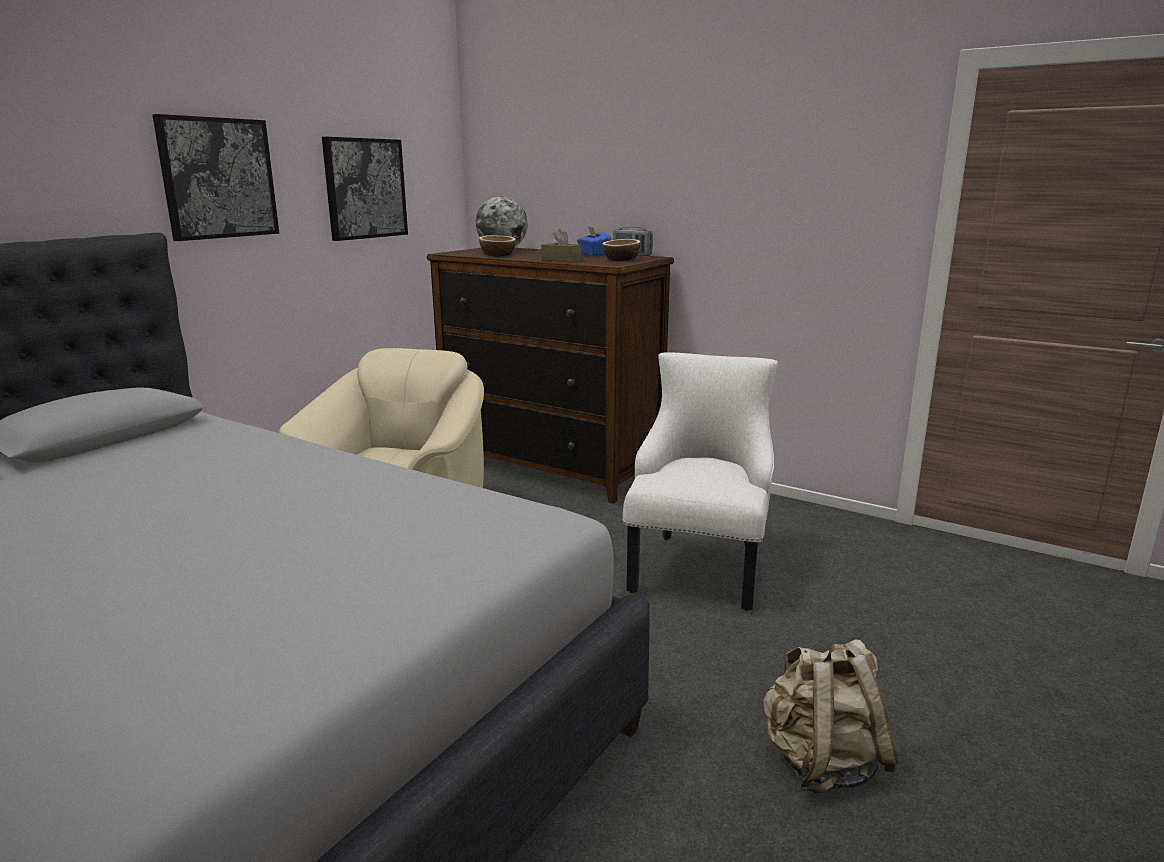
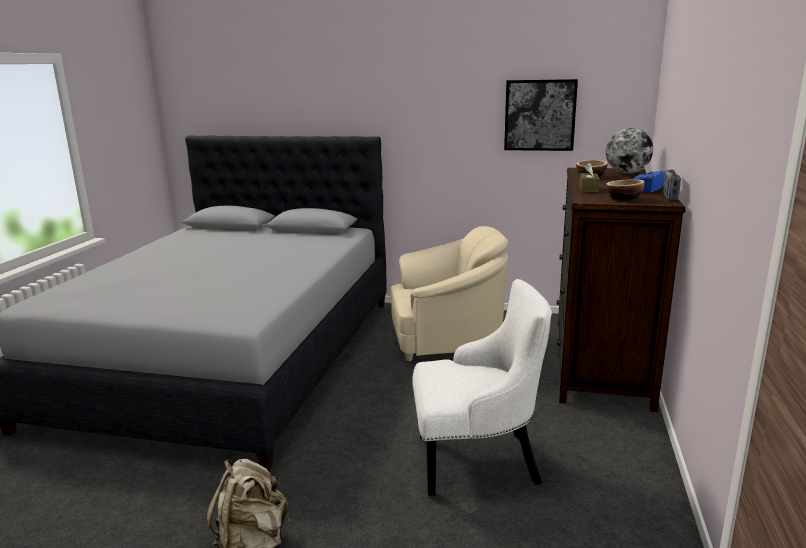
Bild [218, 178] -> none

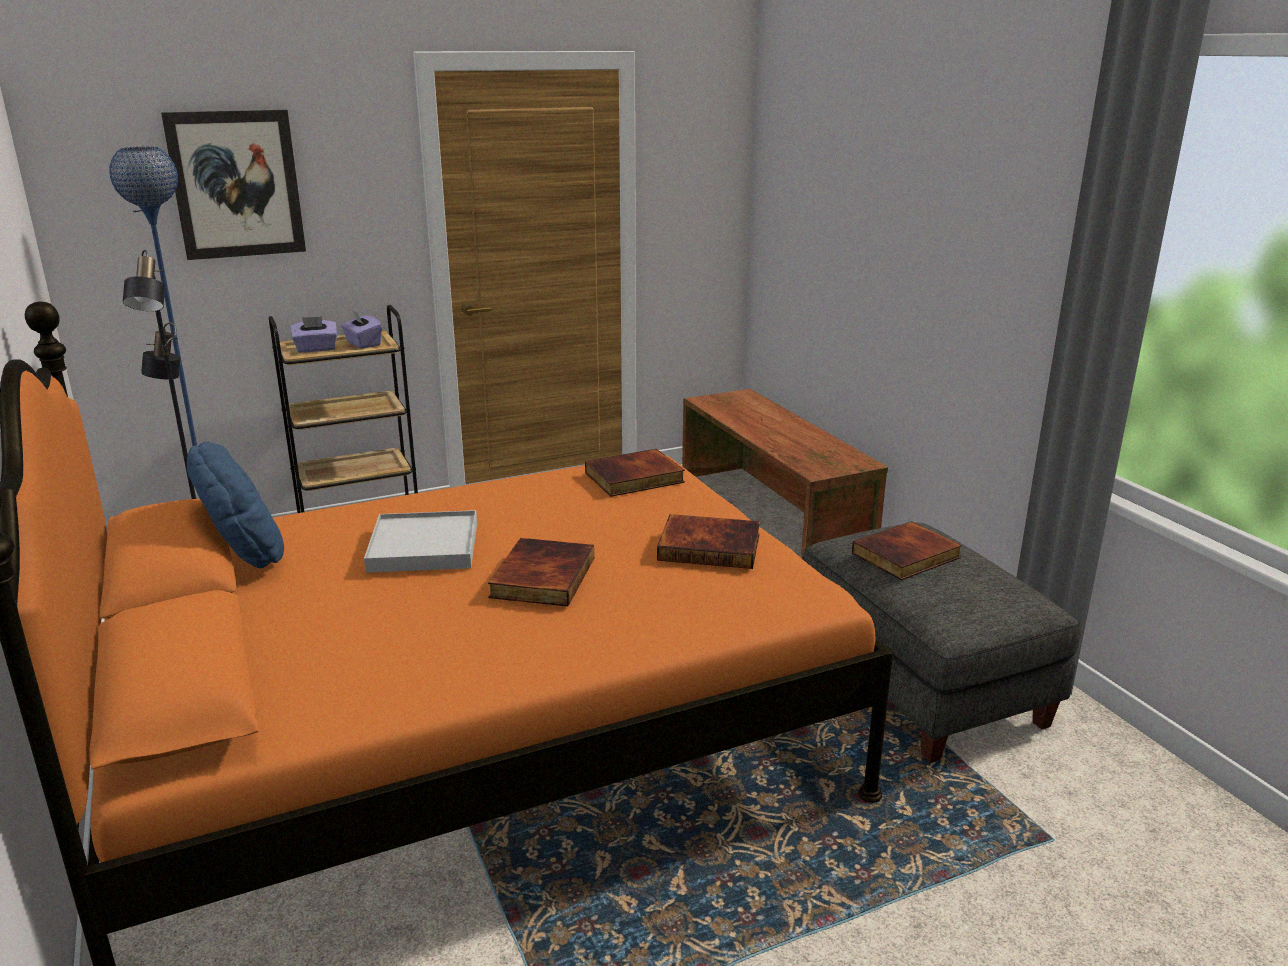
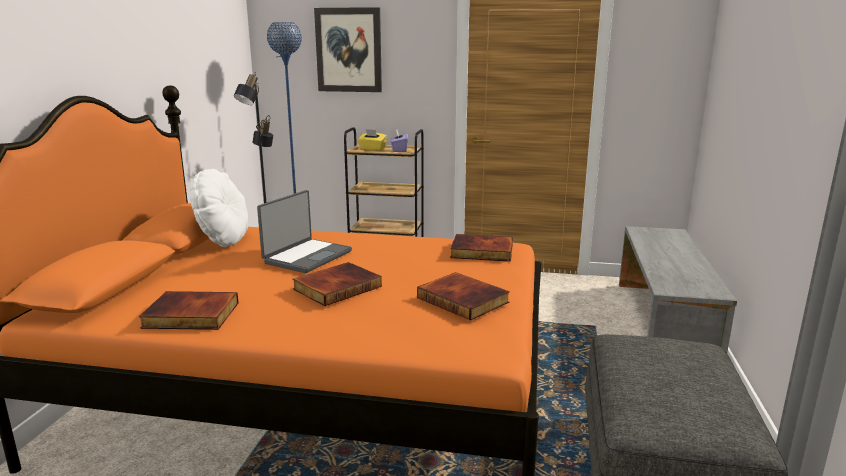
Buch [906, 556] -> Buch [190, 316], shifted
Kissen/blau [245, 560] -> Kissen/weiß [224, 242]
Tablett/weiß [423, 547] -> Laptop [307, 257]
Taschentuchbox/lila [316, 349] -> Taschentuchbox/gelb [372, 149]
Bank/braun [774, 514] -> Bank/grau [664, 325]

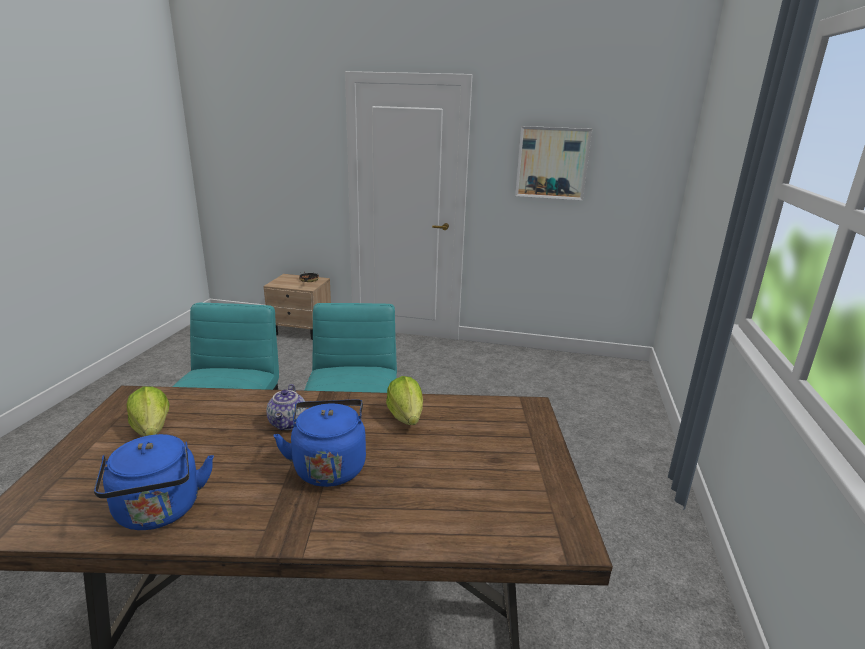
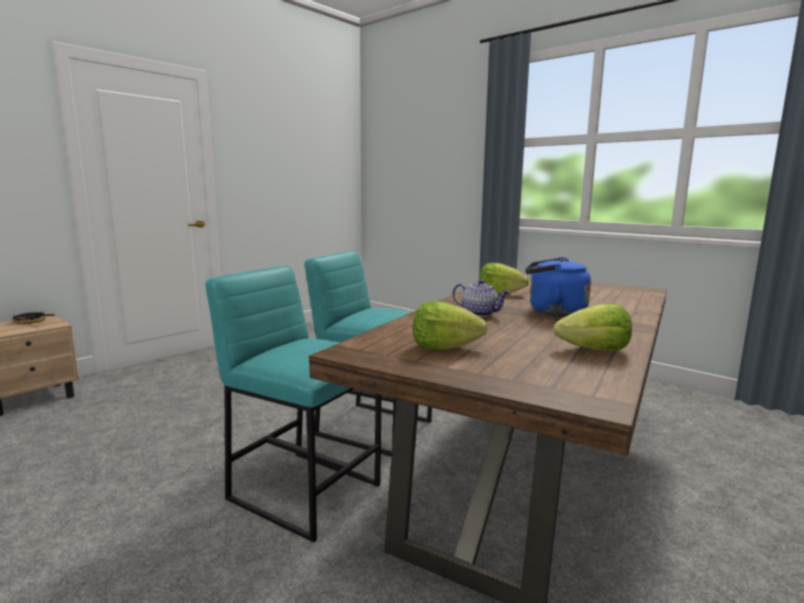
Wasserkessel/blau [159, 512] -> Salatkopf [594, 350]
Bild [552, 163] -> none

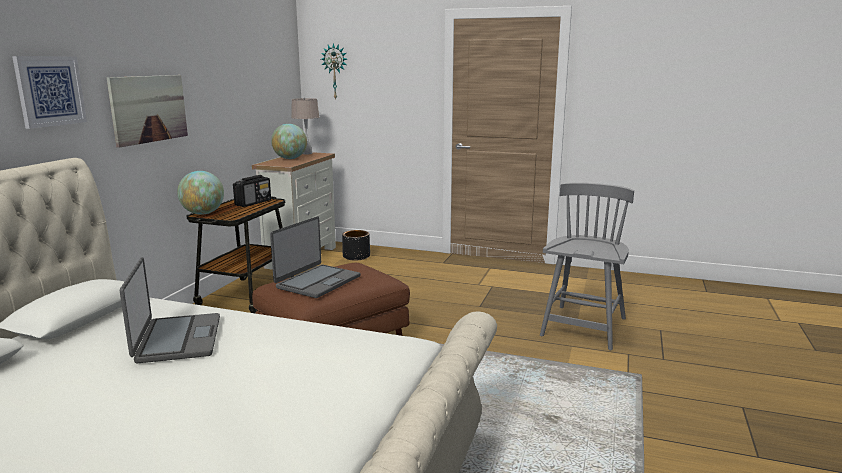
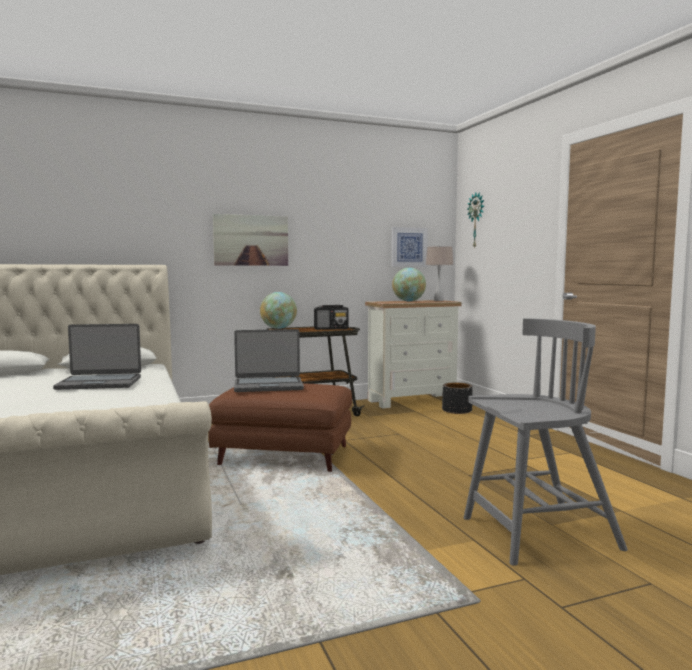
Laptop [177, 339] -> Laptop [99, 383], 45 degrees clockwise
Bild [50, 91] -> Bild [408, 247], shifted

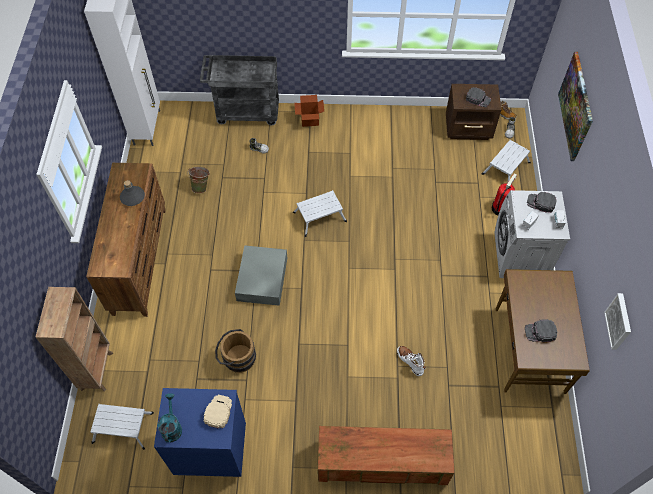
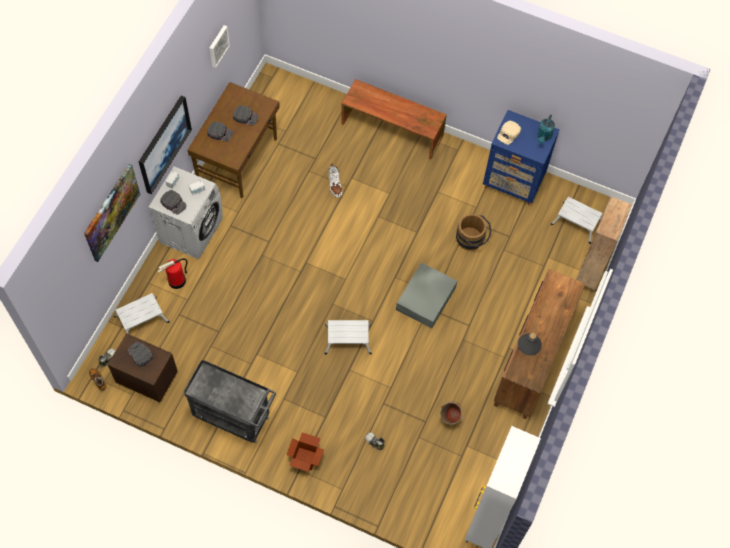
none -> Bild [163, 144]
Rollwagen/schwarz [245, 115] -> Rollwagen/schwarz [235, 419], shifted
none -> Kappe/schwarz [220, 133]

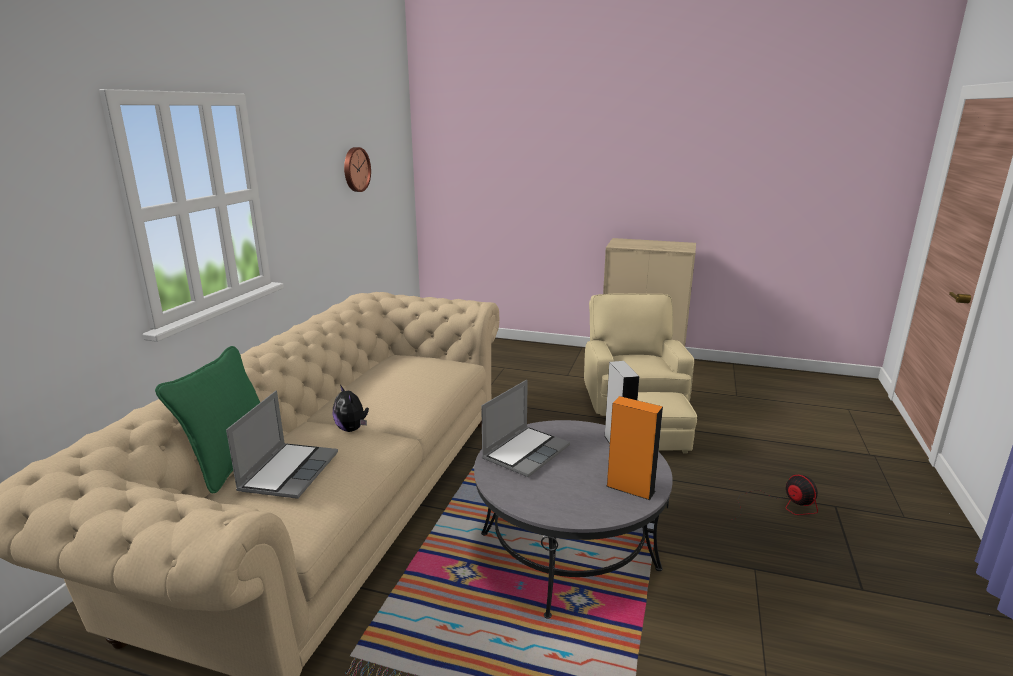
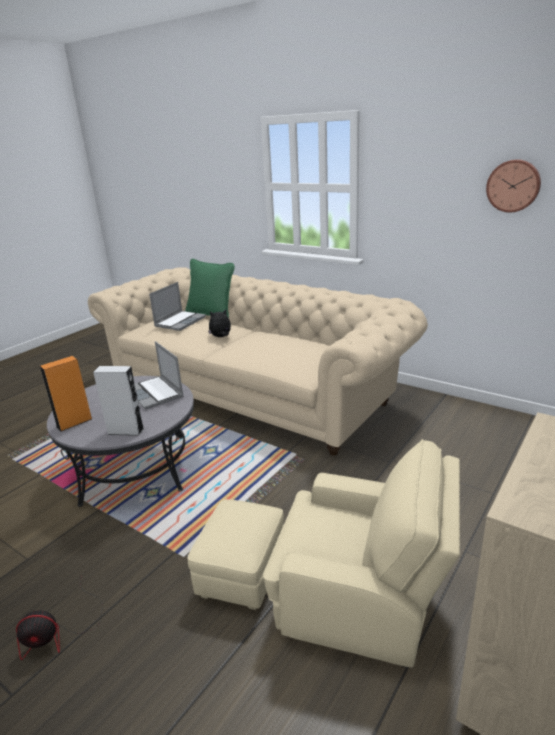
Laptop [289, 471] -> Laptop [180, 321], 90 degrees counterclockwise

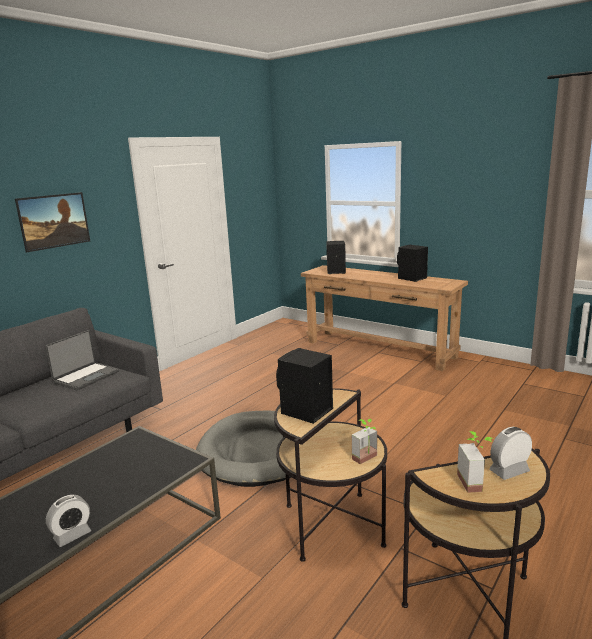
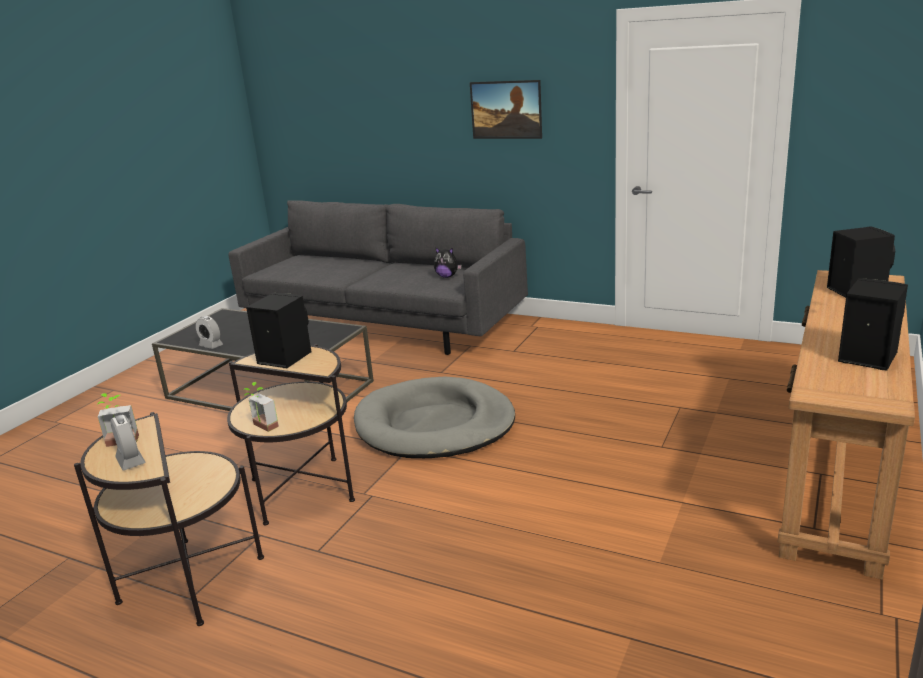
Laptop [85, 377] -> Plüschtier [447, 276]

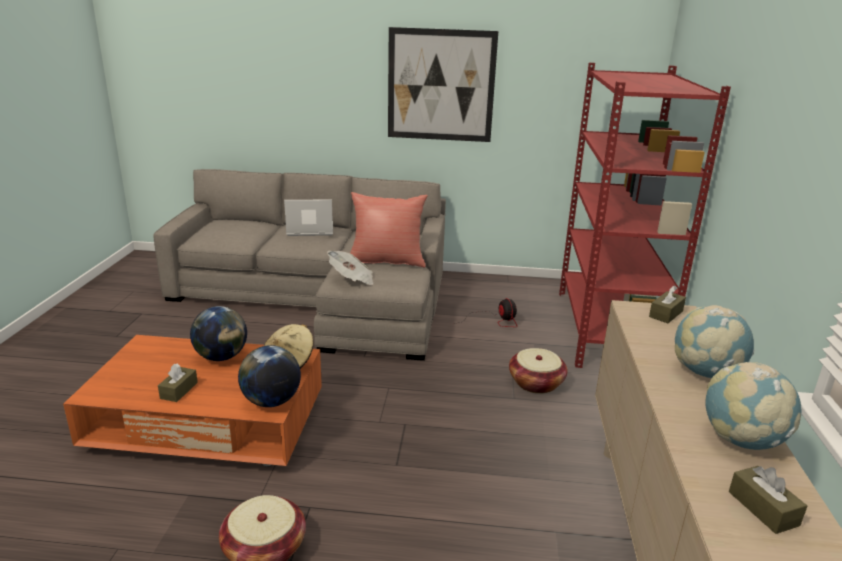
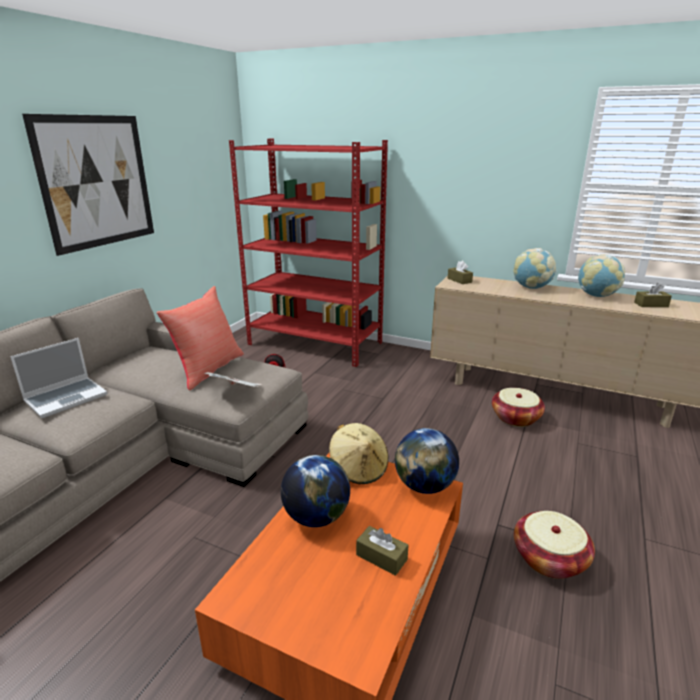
Laptop [309, 230] -> Laptop [67, 397], 150 degrees counterclockwise
Korb [536, 383] -> Korb [515, 418], shifted

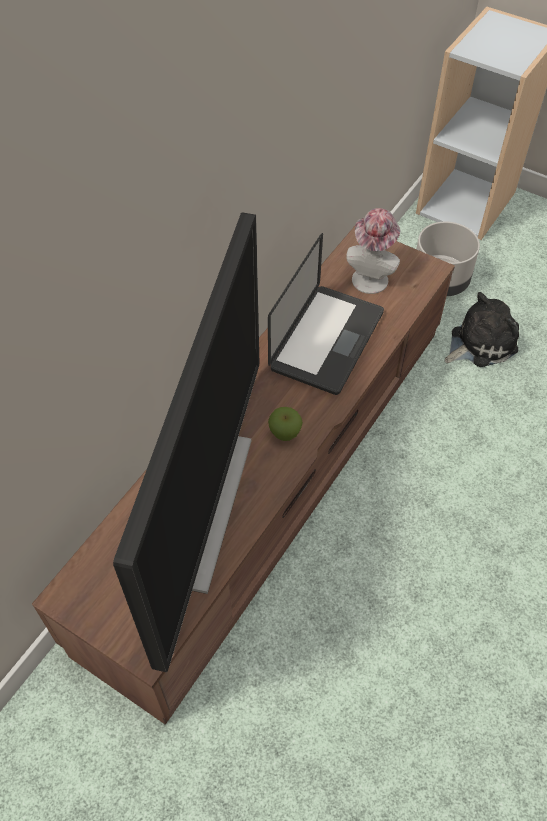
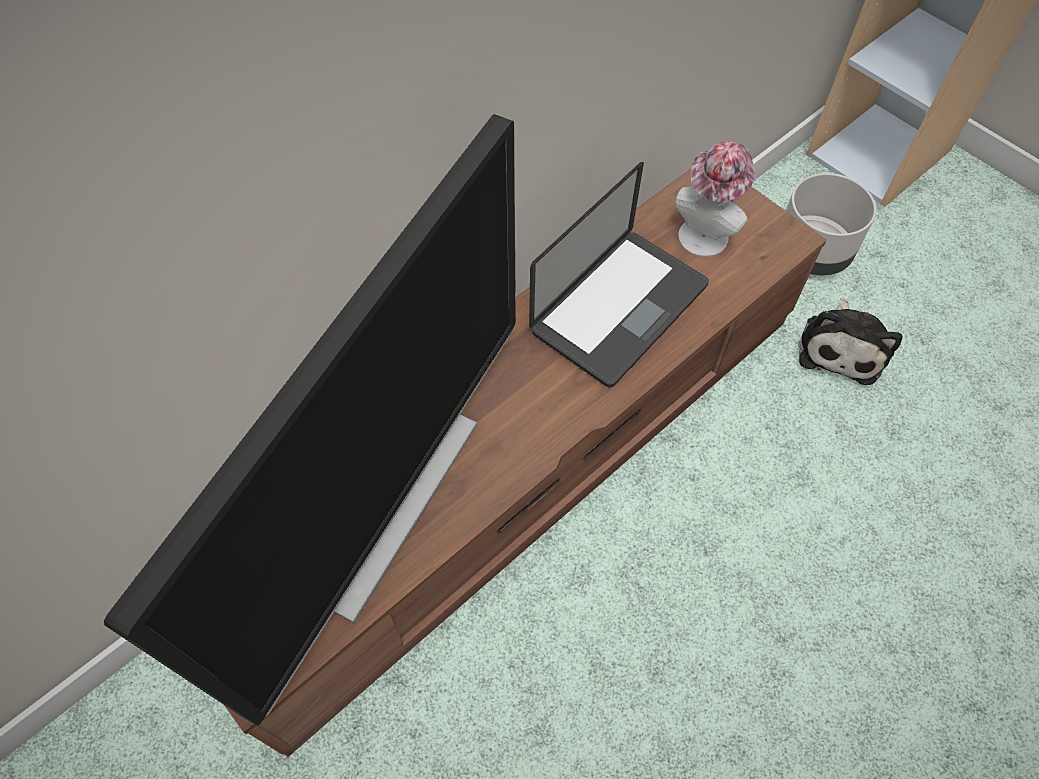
Plüschtier [479, 343] -> Plüschtier [841, 347], 120 degrees clockwise
Apfel [285, 433] -> none

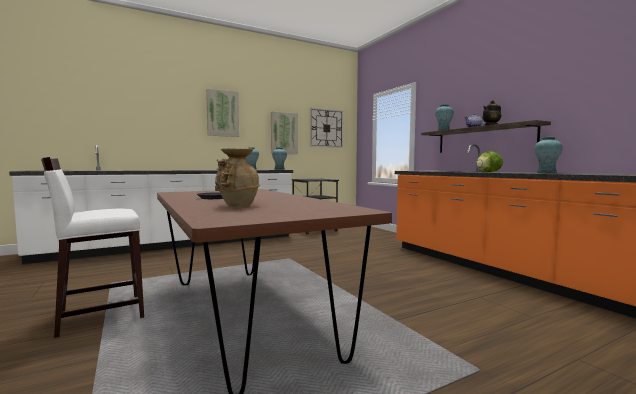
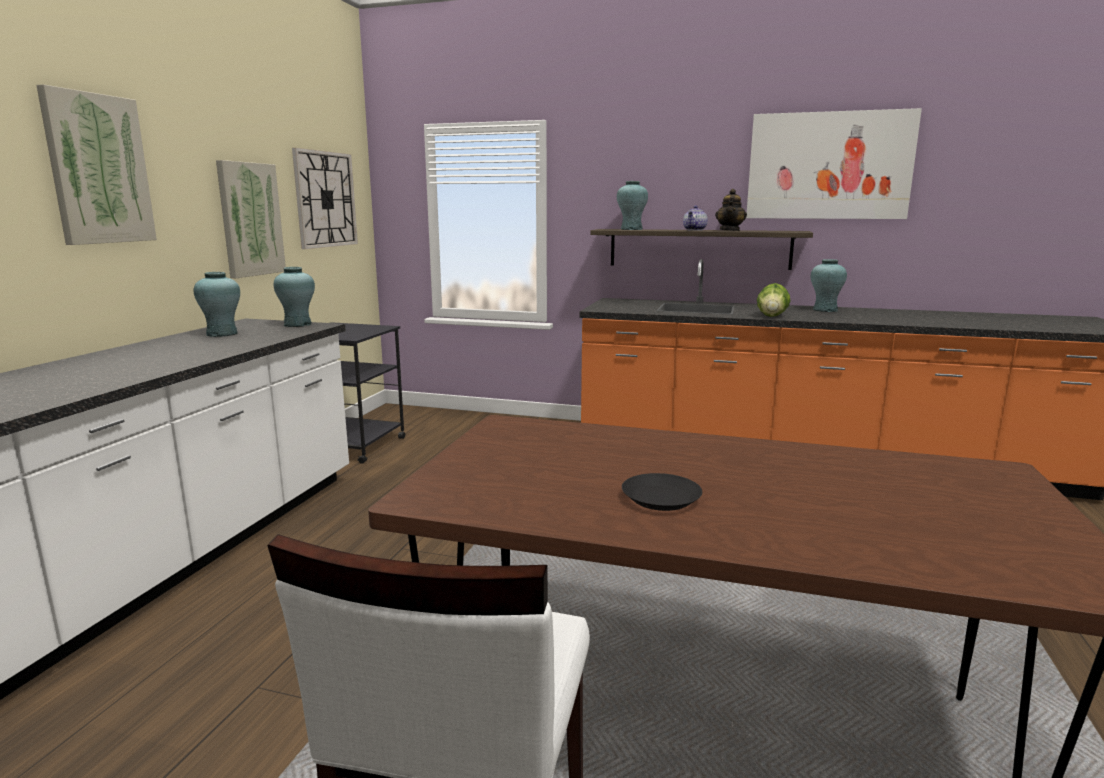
none -> Bild [828, 166]
Vase/beige [237, 206] -> none

